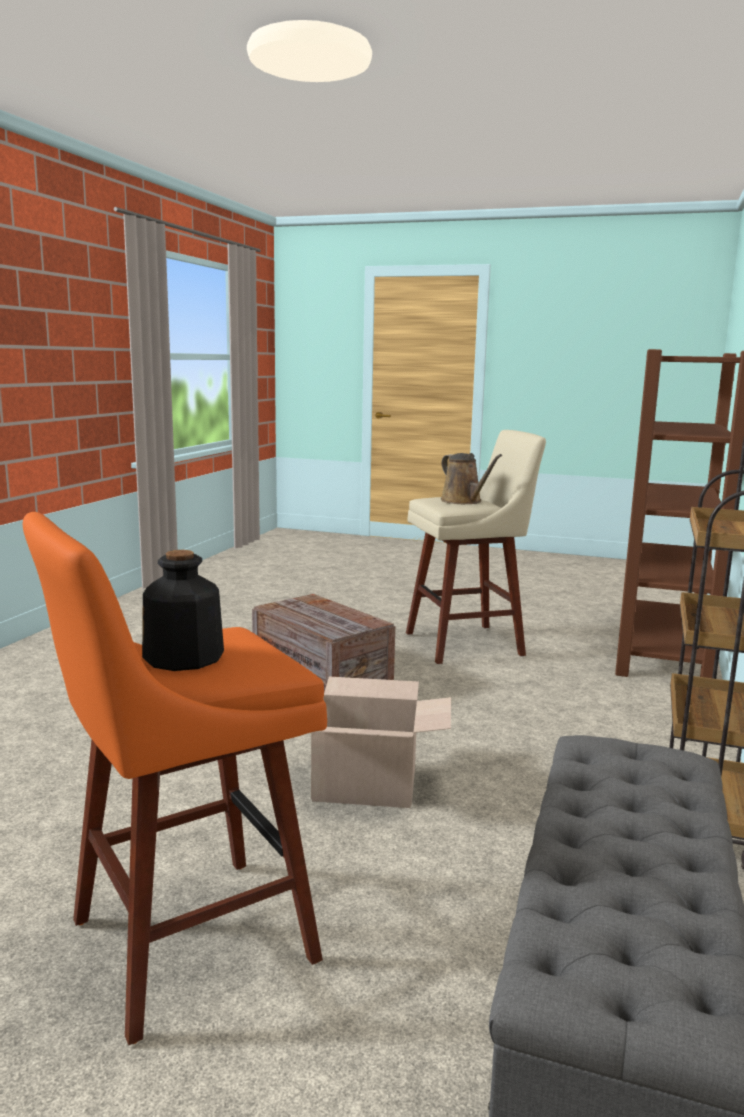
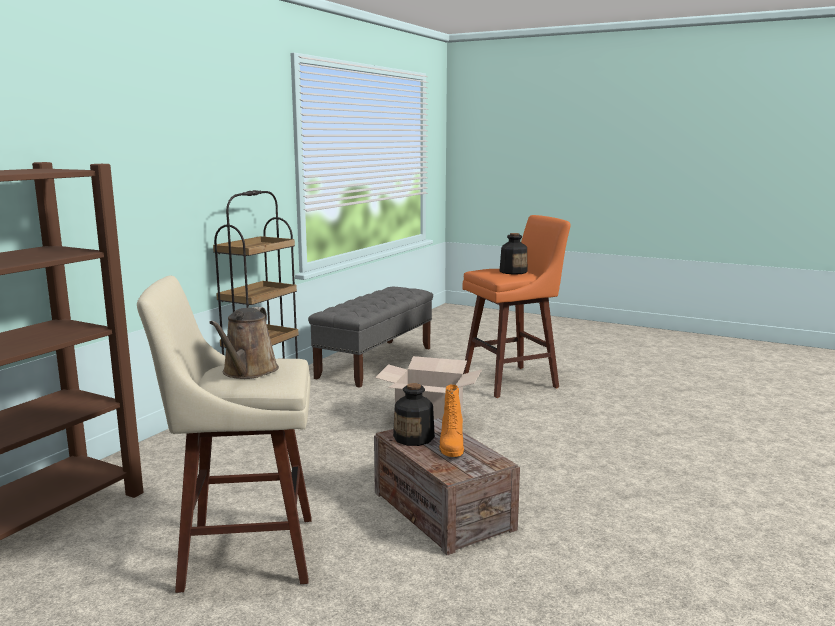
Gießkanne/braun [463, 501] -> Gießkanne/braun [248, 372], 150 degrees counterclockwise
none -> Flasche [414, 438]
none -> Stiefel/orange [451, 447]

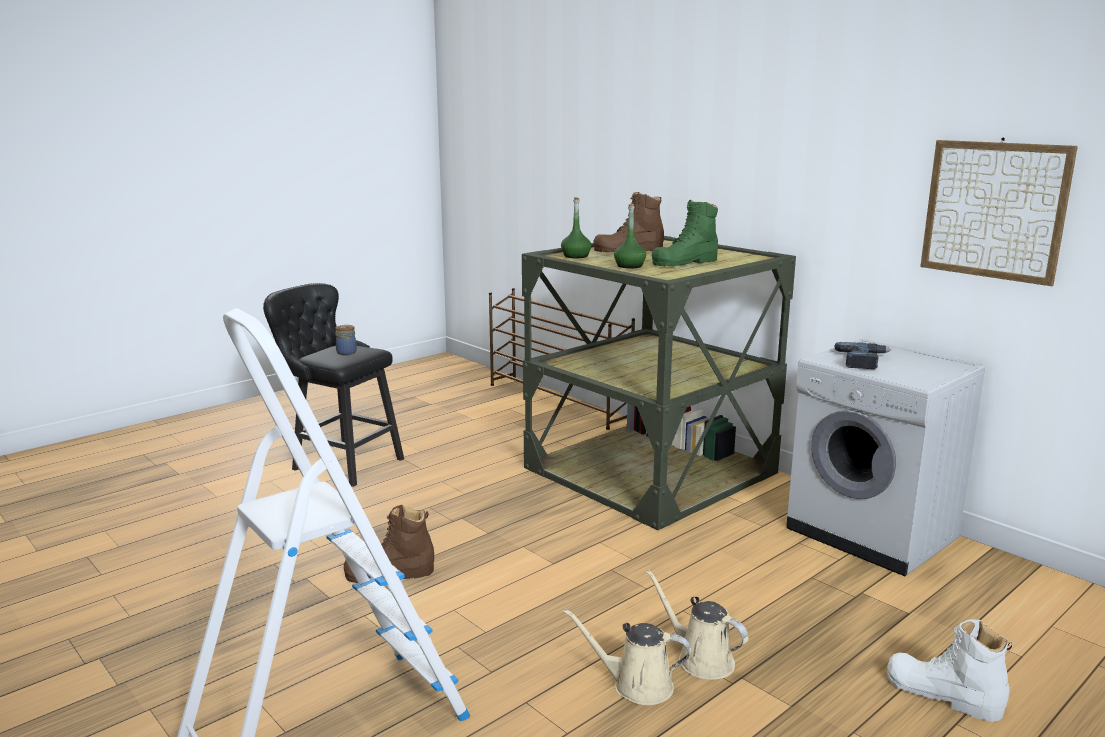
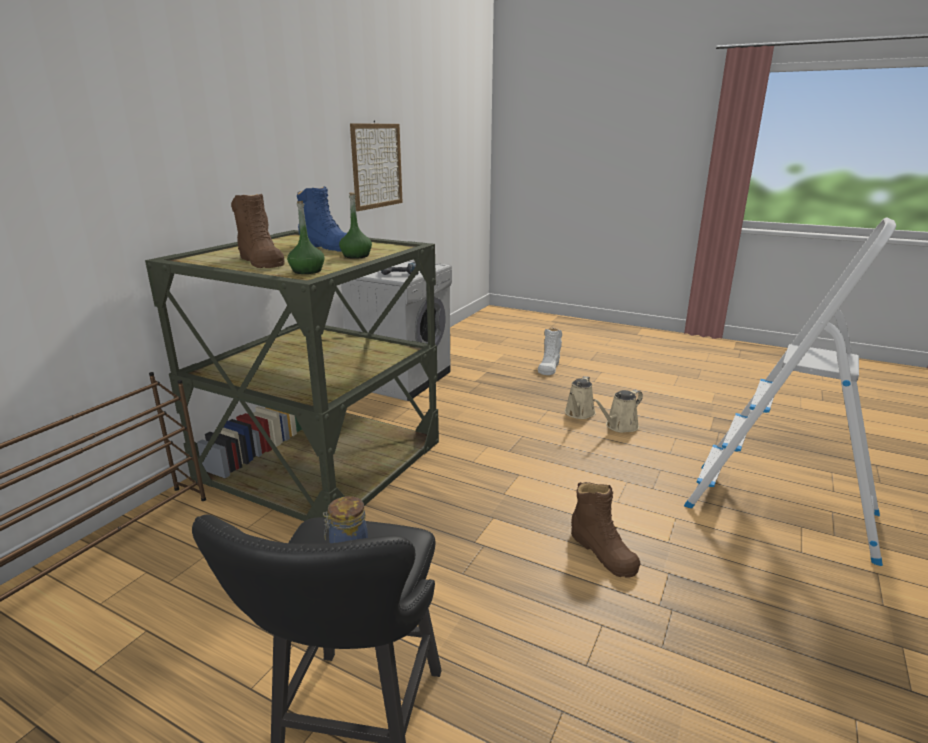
Stiefel/grün [685, 262] -> Stiefel/blau [328, 247]
Gießkanne/beige [636, 685] -> Gießkanne/beige [619, 426], 60 degrees clockwise

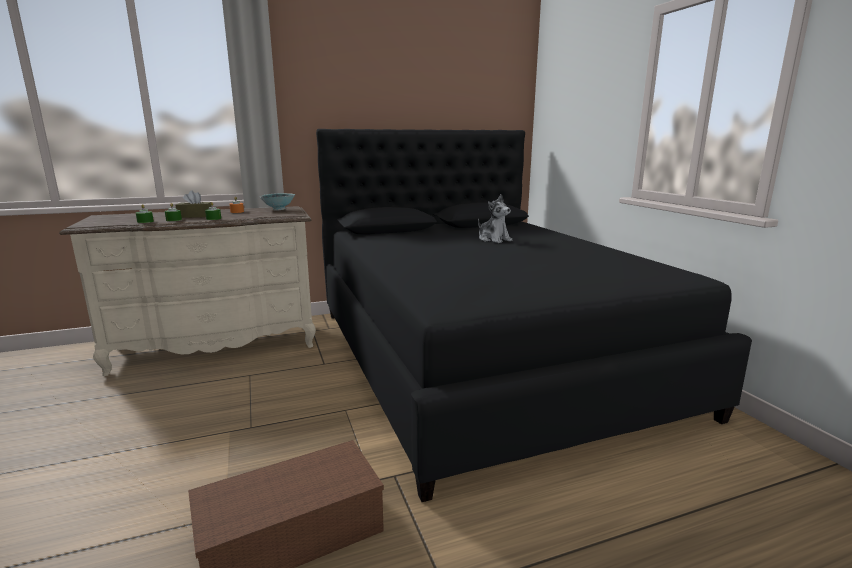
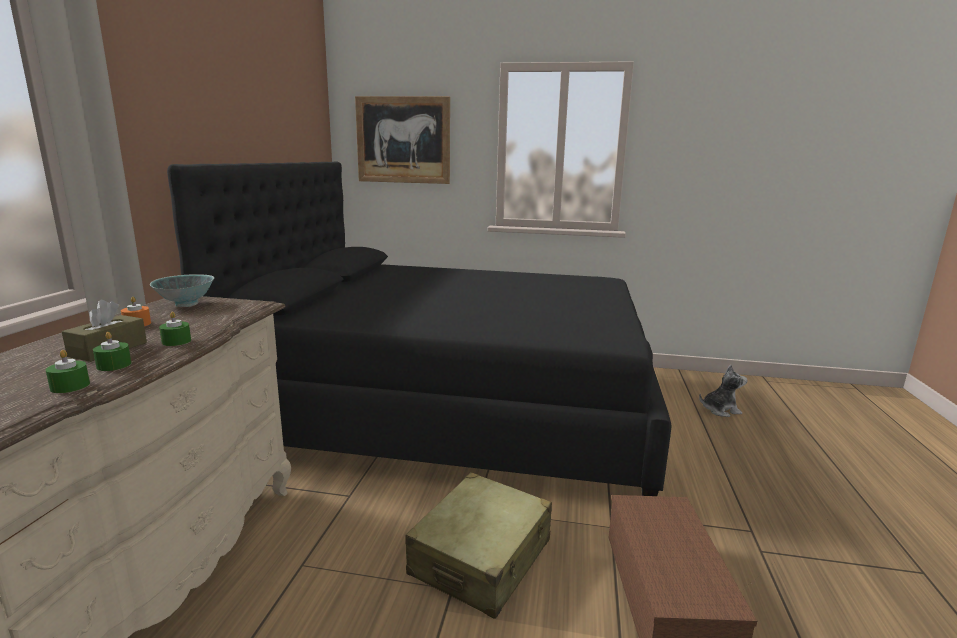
none -> Bild [403, 140]
none -> Koffer/beige [481, 558]
Plüschtier [494, 239] -> Plüschtier [720, 410], shifted

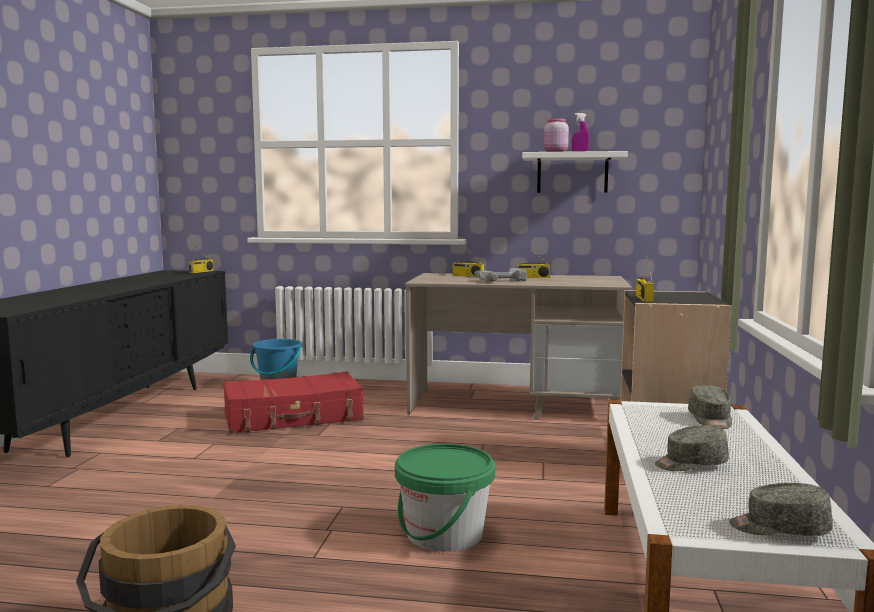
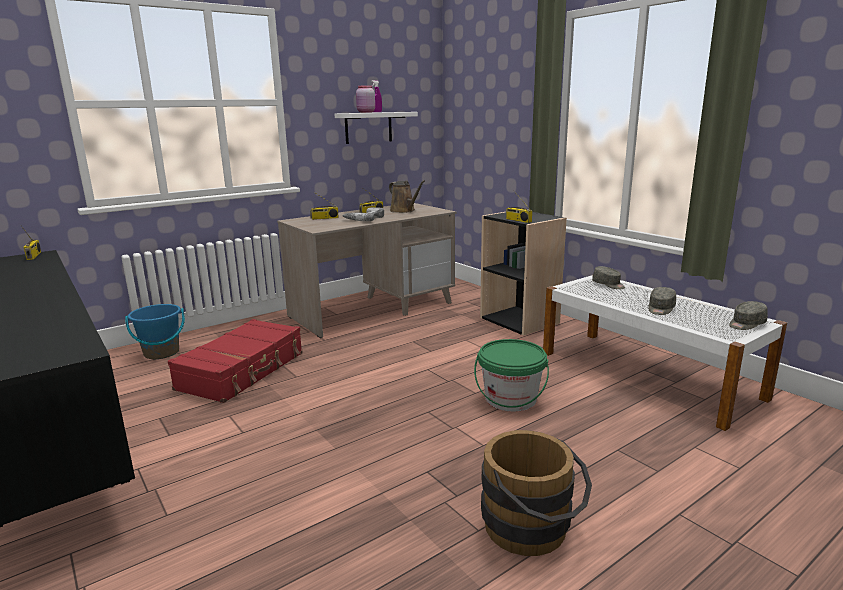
none -> Gießkanne/braun [404, 211]

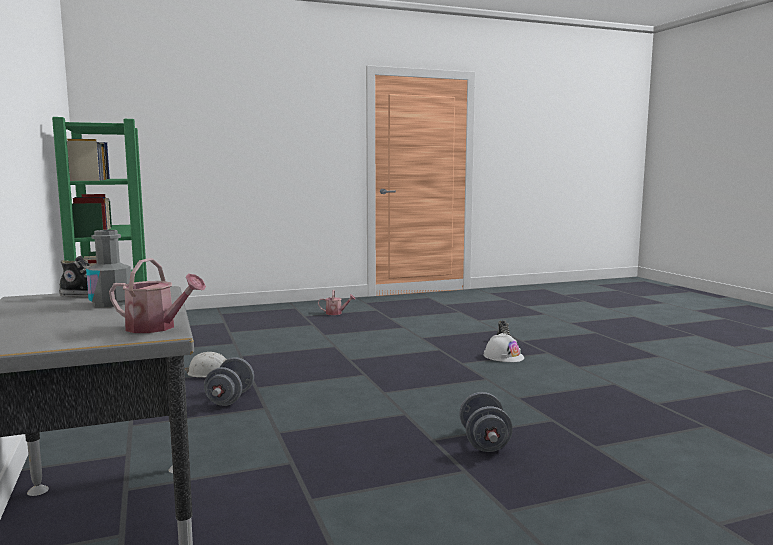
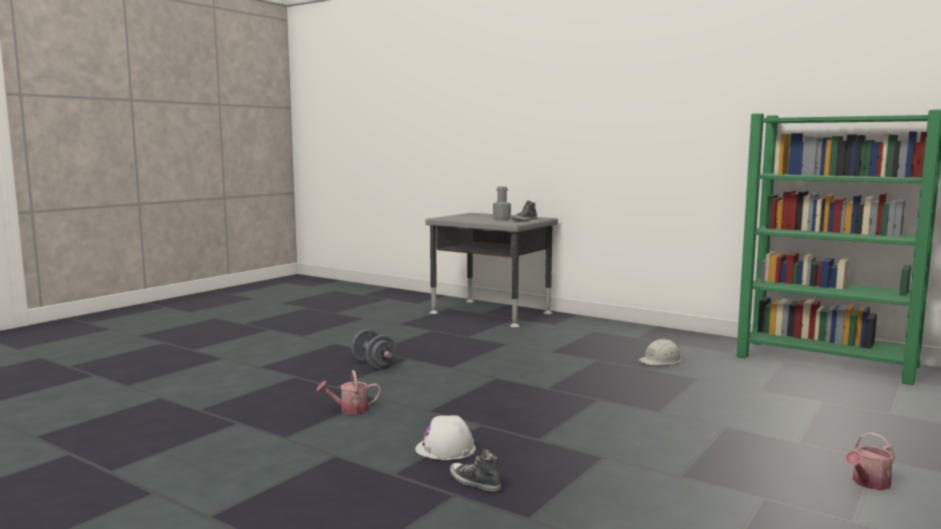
Gießkanne [157, 327] -> Gießkanne [350, 410], shifted
Hantel/grau [230, 399] -> none

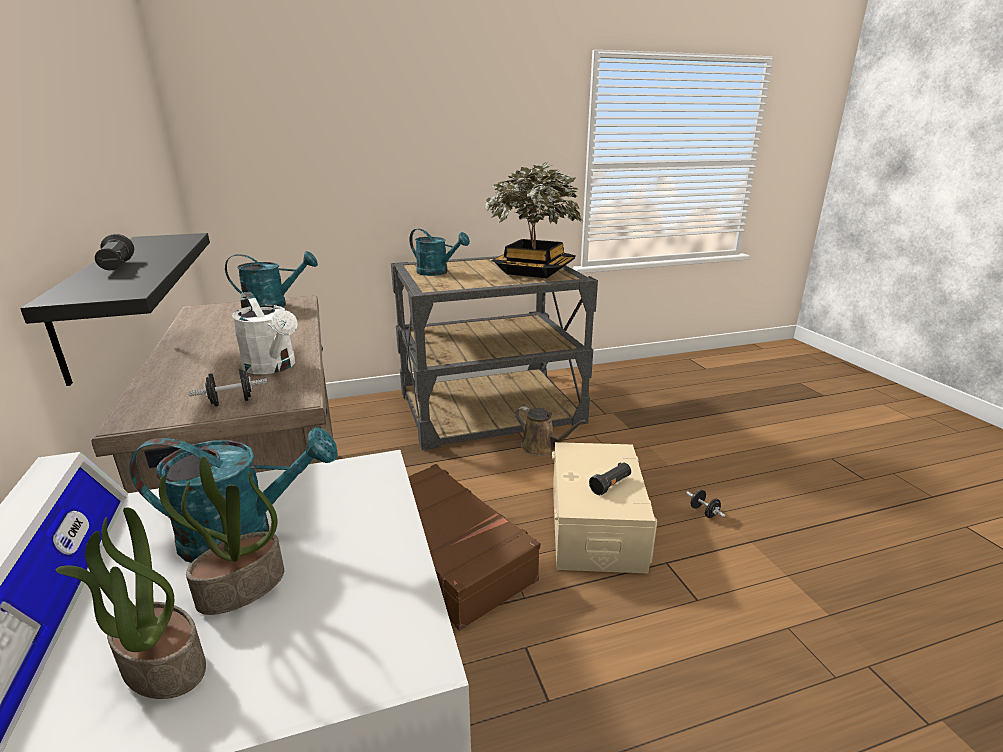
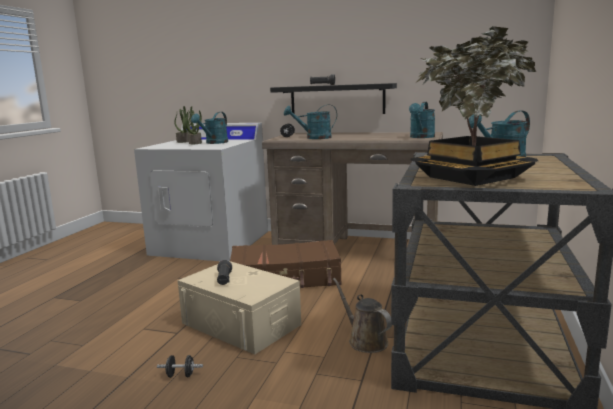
Gießkanne/weiß [273, 367] -> Gießkanne/türkis [314, 138]
Gießkanne/braun [542, 447] -> Gießkanne/braun [365, 340], 75 degrees clockwise

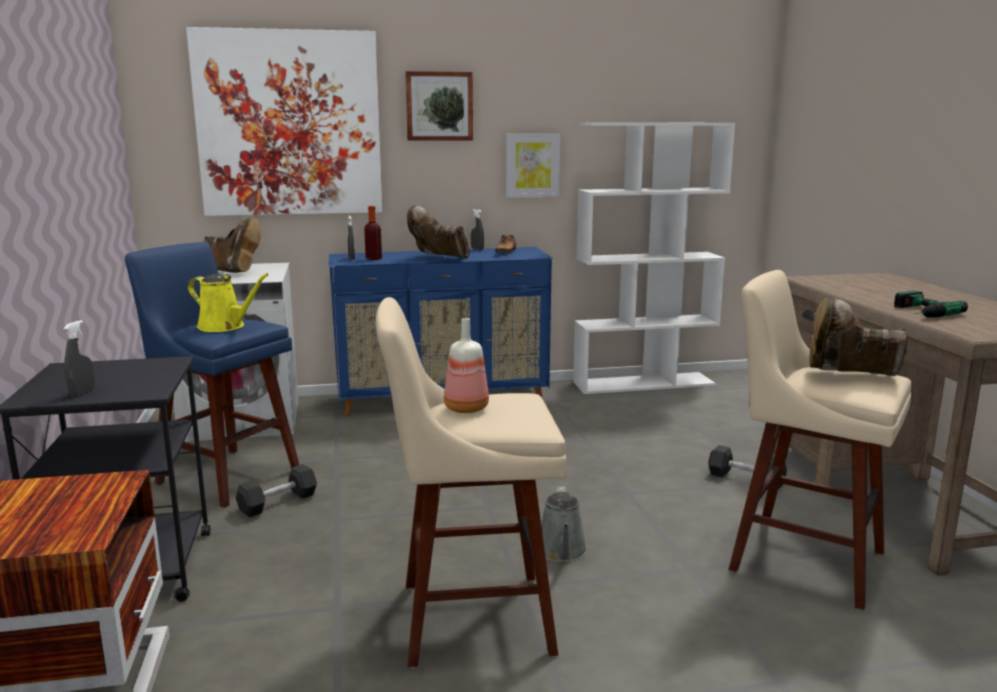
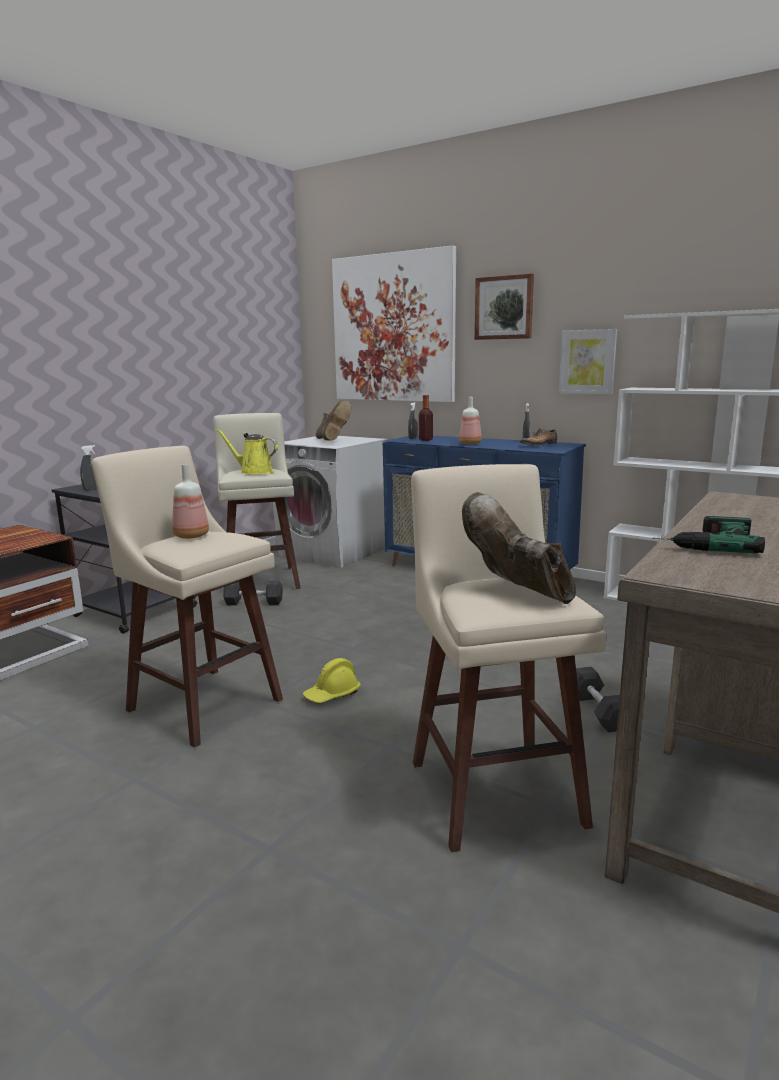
Hocker/blau [227, 476] -> Hocker/beige [261, 580]
Gießkanne/gelb [224, 327] -> Gießkanne/gelb [253, 472], 135 degrees clockwise
Gießkanne/grau [562, 552] -> Schutzhelm/gelb [332, 694]
Stiefel/braun [438, 257] -> Flasche [470, 443]

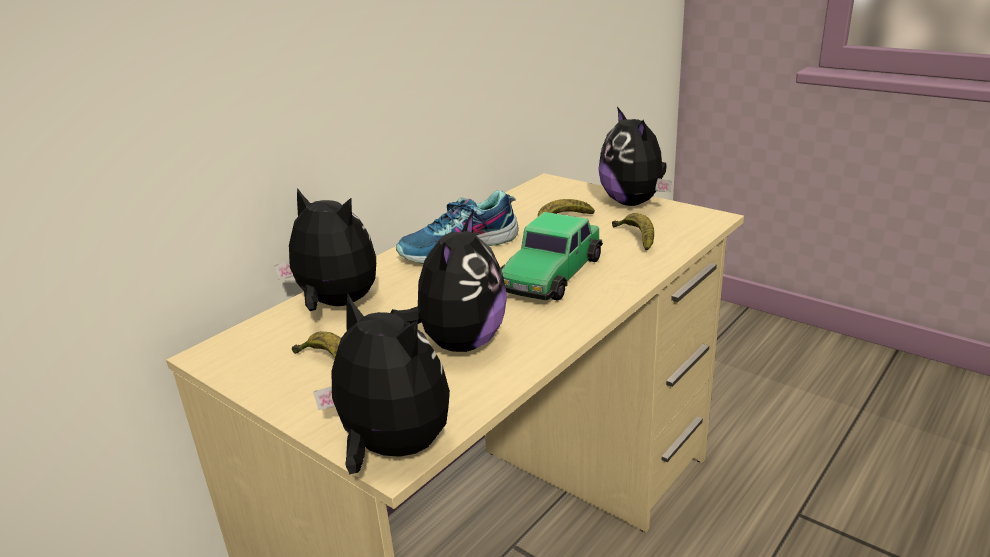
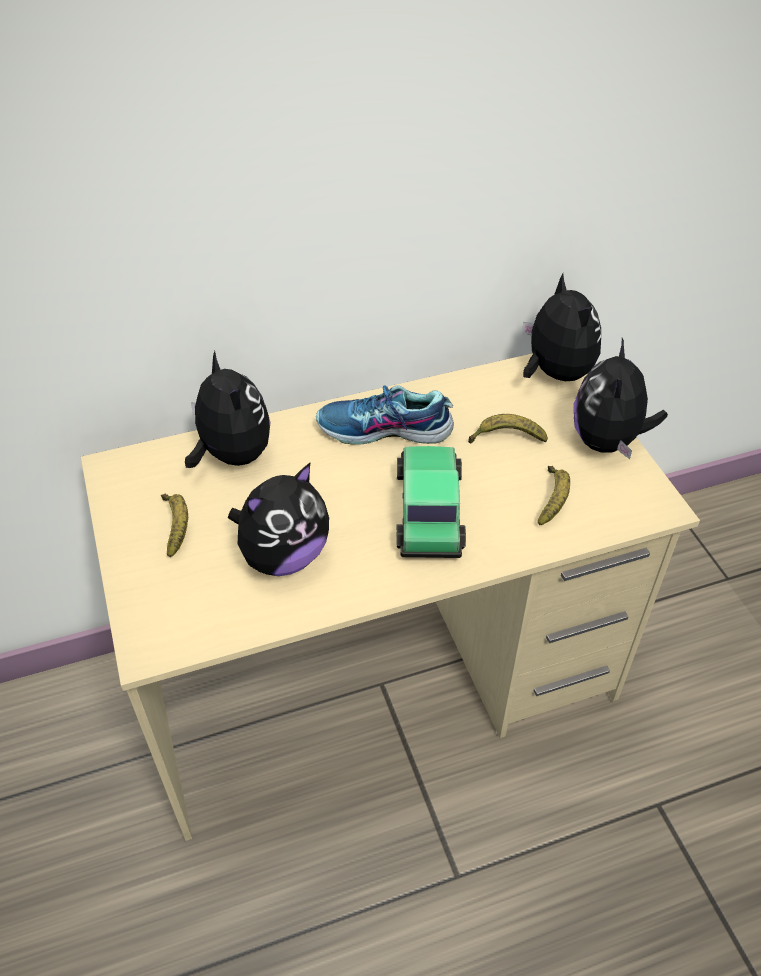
Spielzeugauto [551, 274] -> Spielzeugauto [429, 509], 120 degrees clockwise
Plüschtier [391, 449] -> Plüschtier [554, 373], shifted

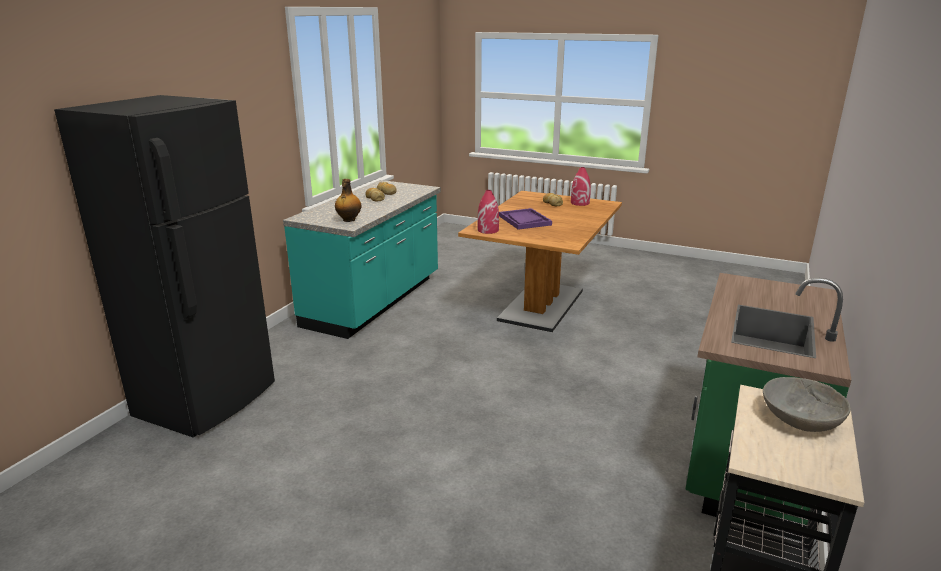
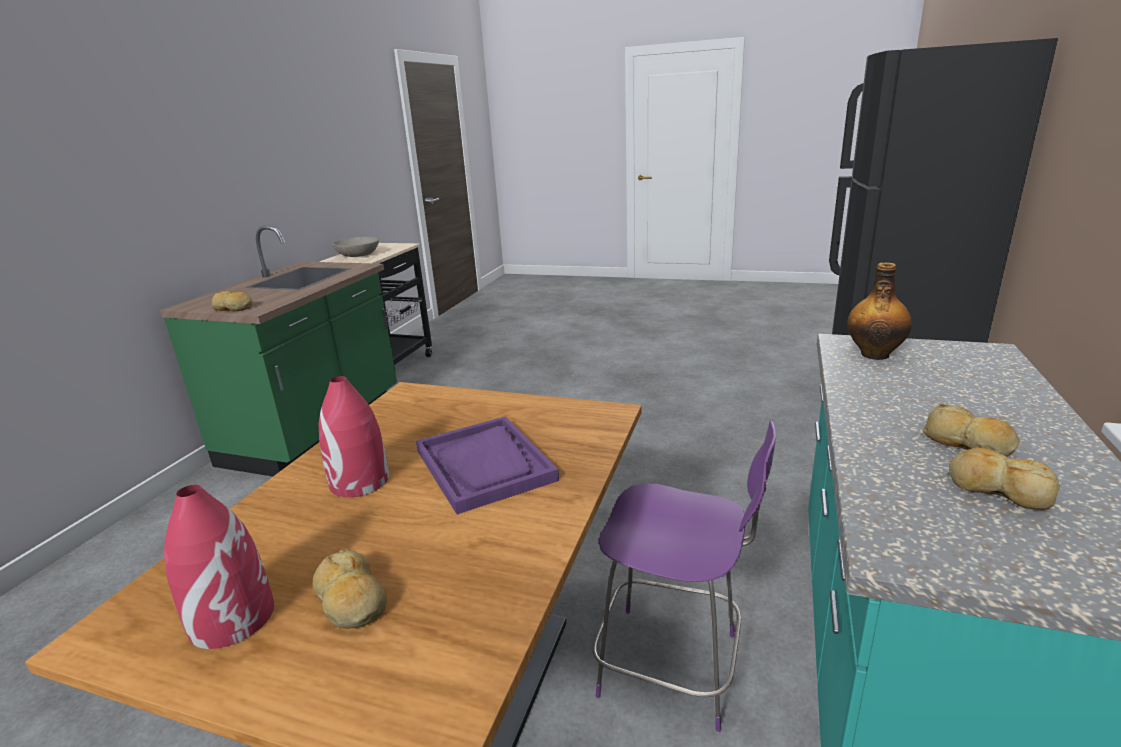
none -> Brot [233, 308]
Vase/rot [488, 230] -> Vase/rot [359, 481], shifted
none -> Hocker/lila [674, 666]

